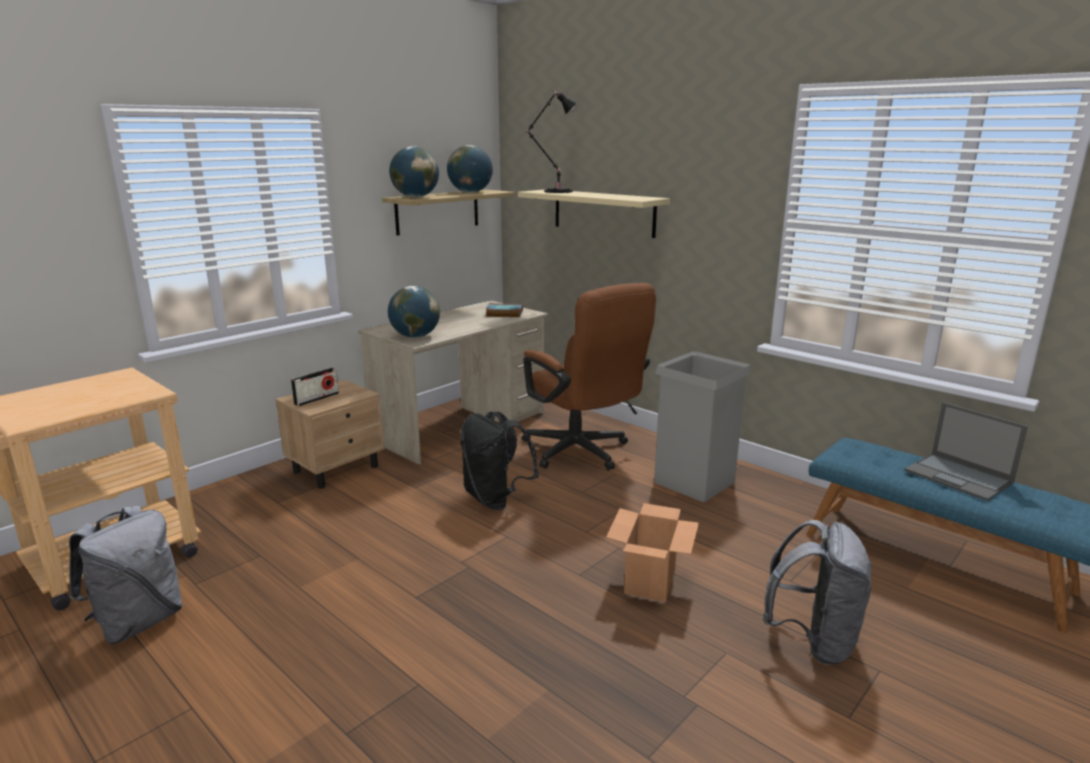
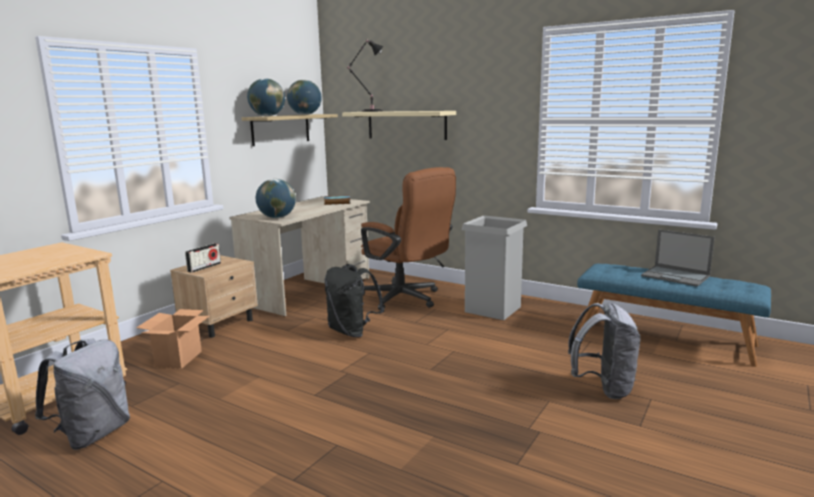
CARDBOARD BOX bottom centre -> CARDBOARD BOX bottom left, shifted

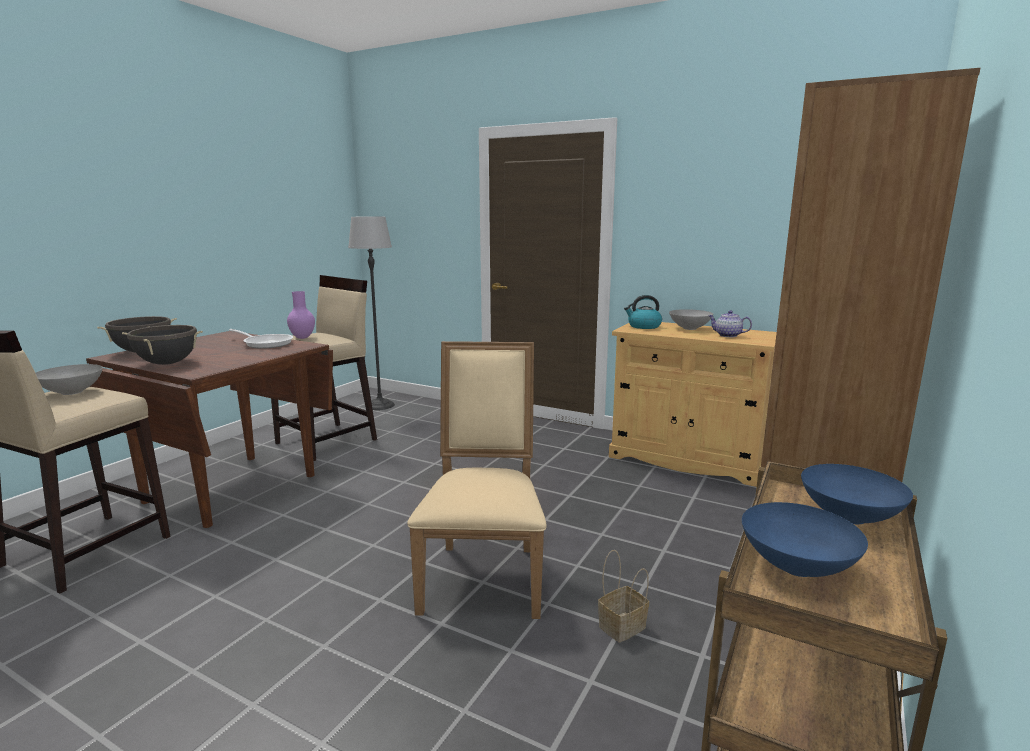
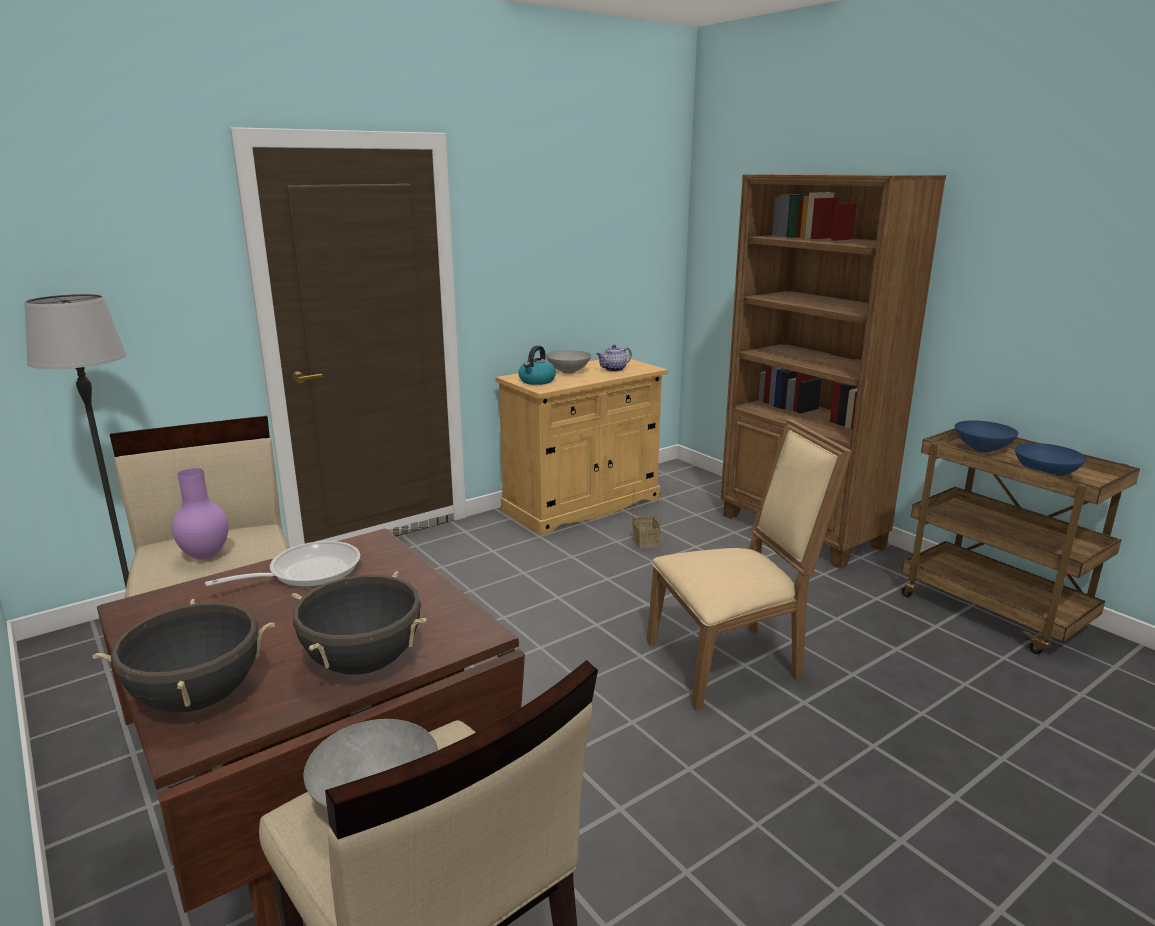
BEIGE CHAIR centre, 135 degrees clockwise
BASKET bottom centre -> BASKET centre, shifted

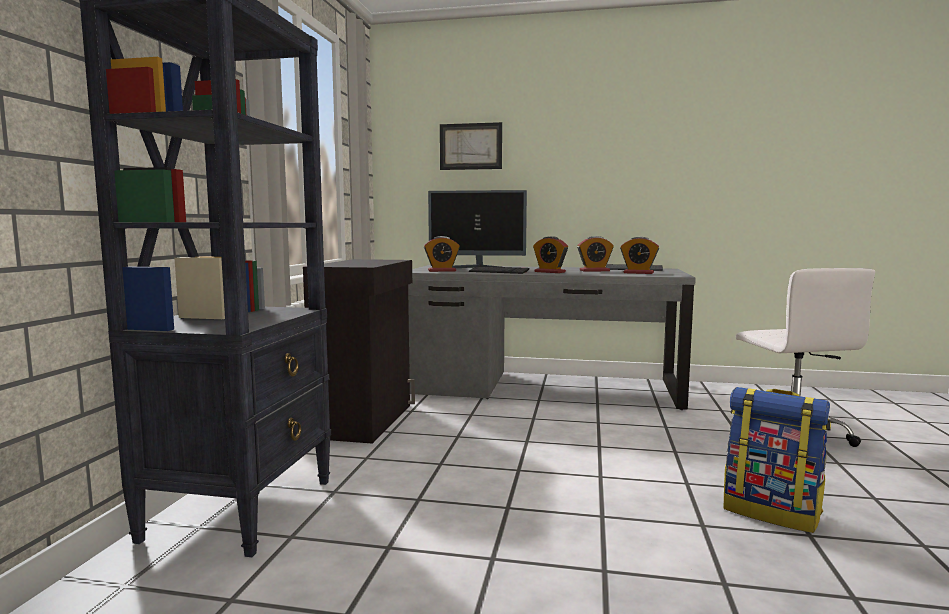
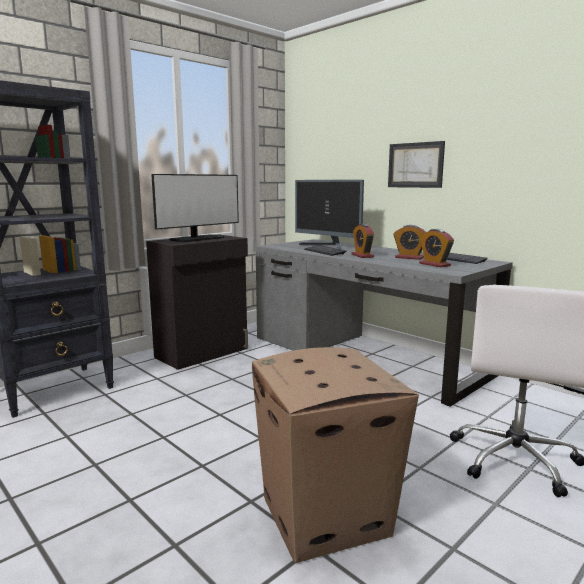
ALARM CLOCK (no. 1 from left) centre -> none
PICTURE top centre -> PICTURE top right, shifted
BACKPACK bottom right -> CARDBOARD BOX bottom centre
none -> MONITOR (no. 1 from left) centre

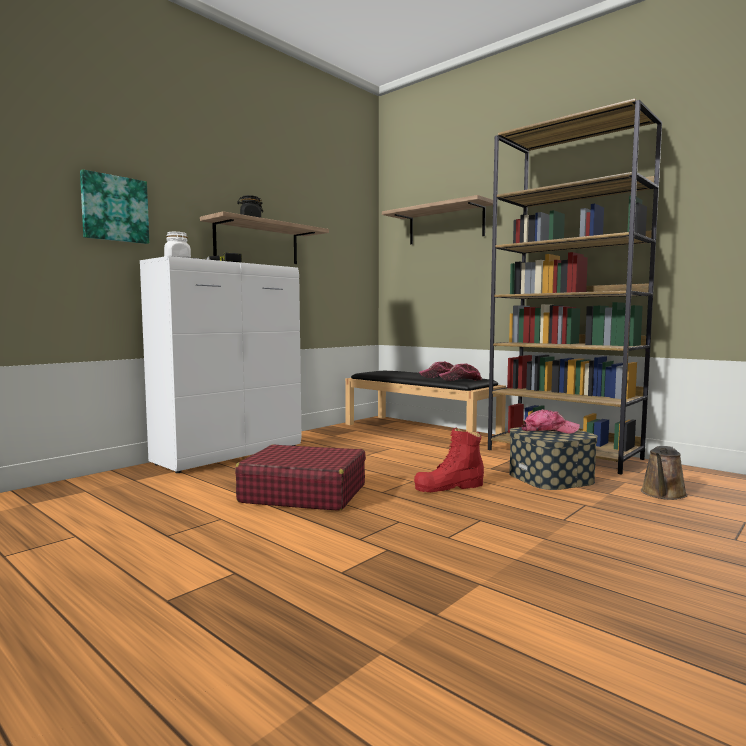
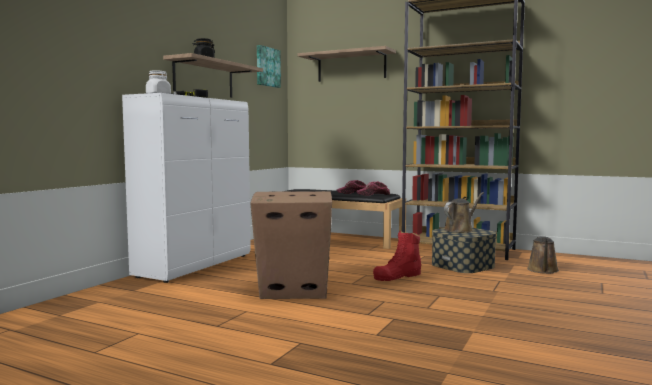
PICTURE top left -> PICTURE top centre, shifted
RED SUITCASE centre -> CARDBOARD BOX centre
CAP (no. 3 from left) middle right -> BROWN WATERING CAN (no. 1 from left) middle right

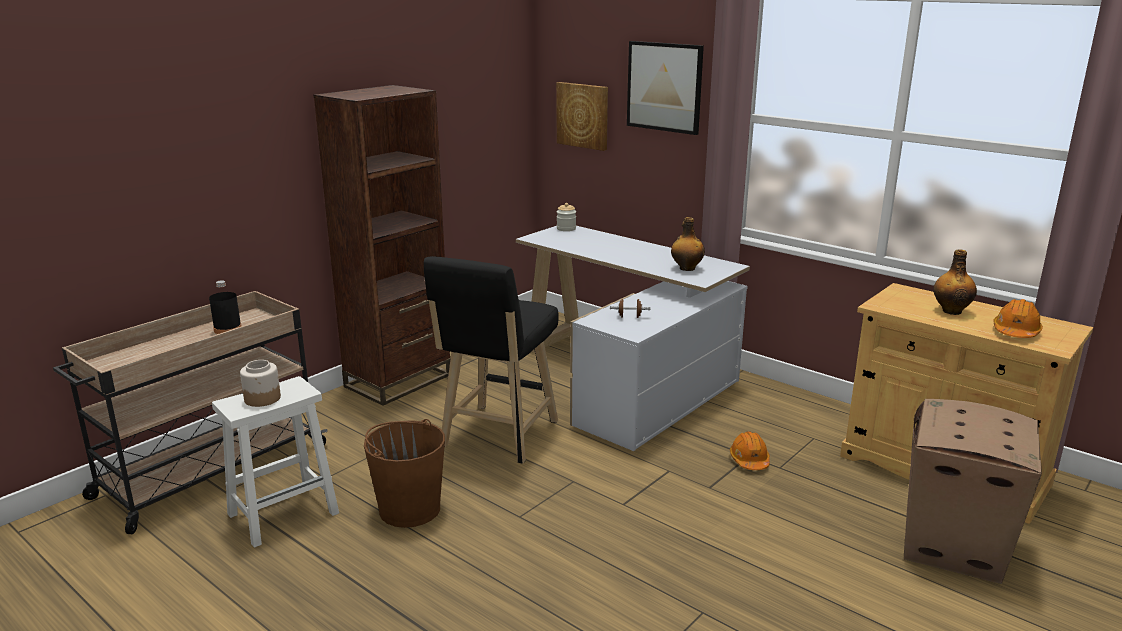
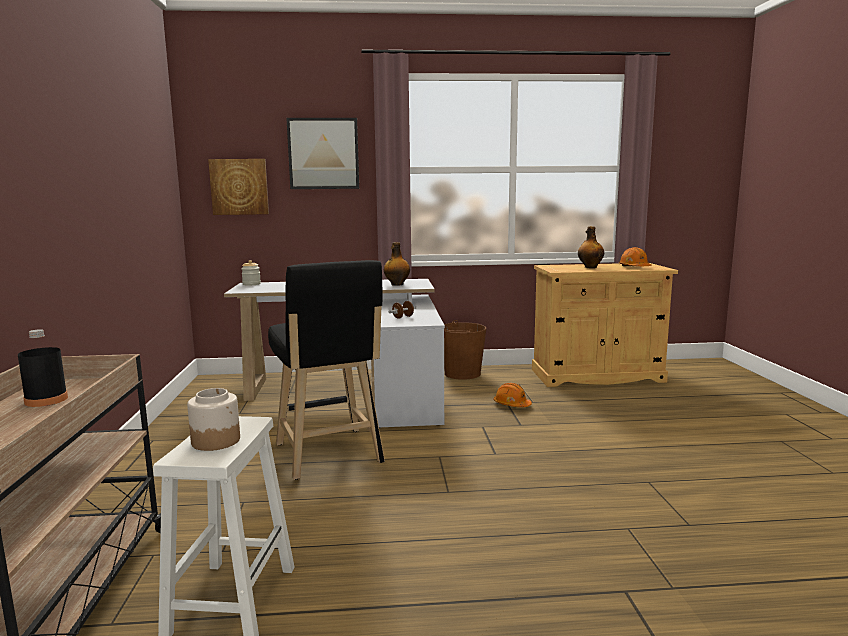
BROWN BOOKCASE centre -> none
BROWN BUCKET bottom centre -> BROWN BUCKET centre, shifted
CARDBOARD BOX bottom right -> none

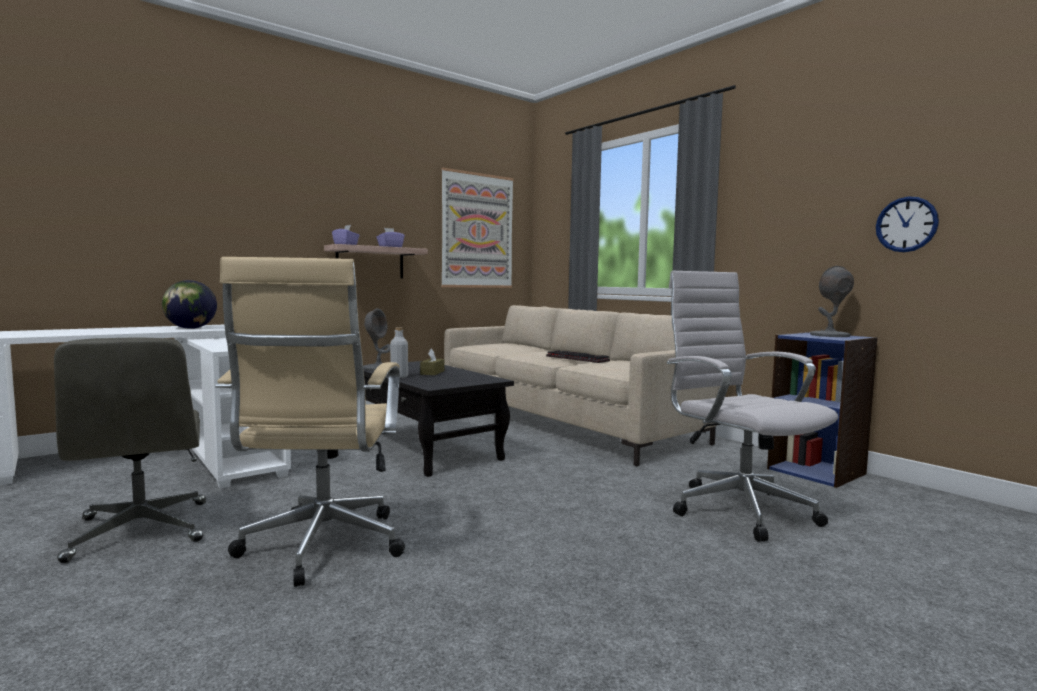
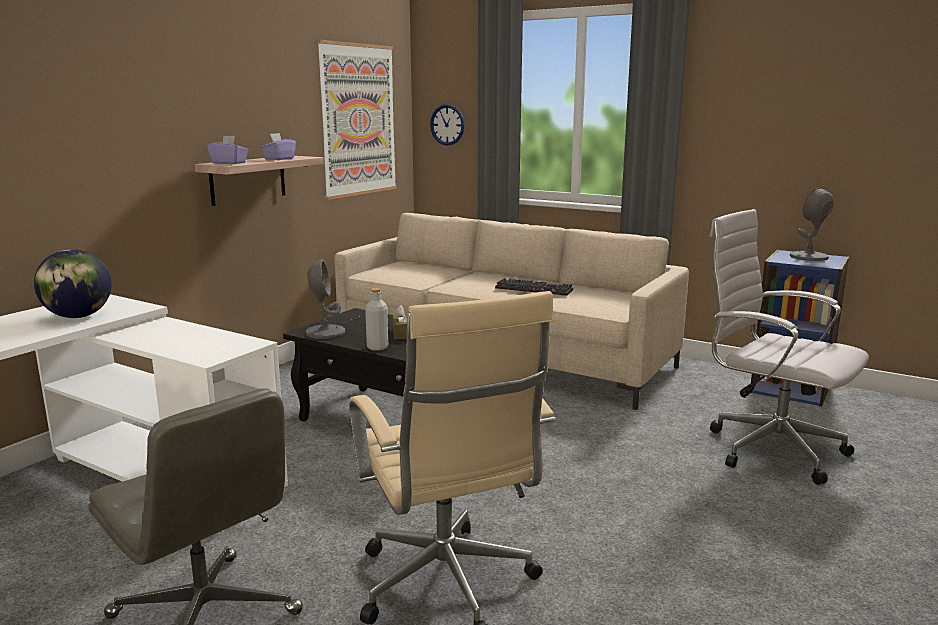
WALL CLOCK top right -> WALL CLOCK top centre, shifted

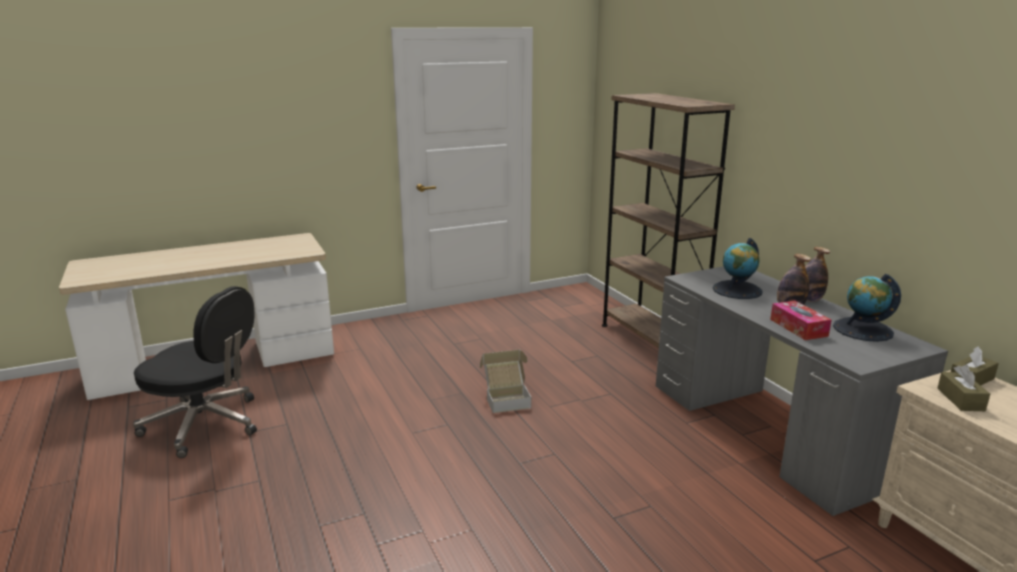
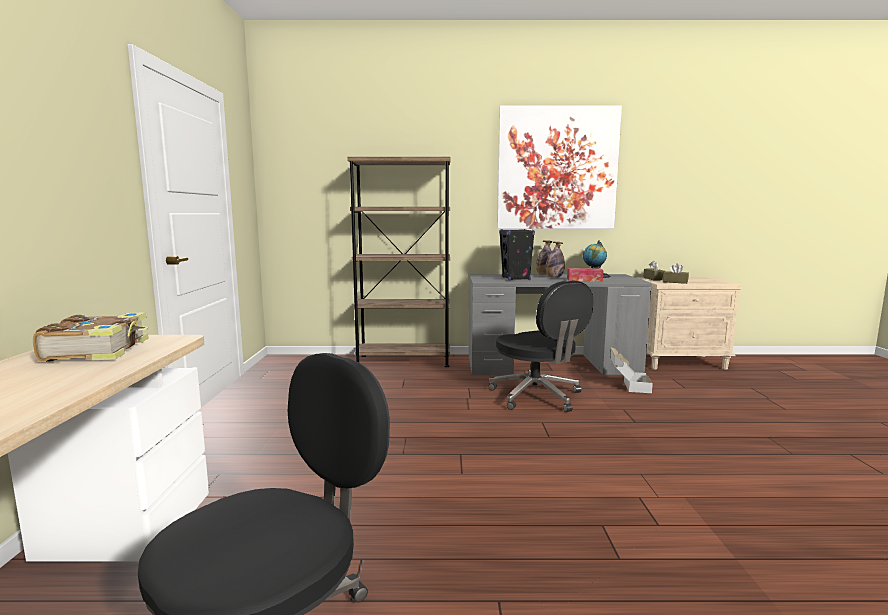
CARDBOARD BOX centre -> CARDBOARD BOX middle right, shifted
GLOBE (no. 1 from left) middle right -> BLACK SPEAKER centre
none -> BOOK middle left
none -> BLACK OFFICE CHAIR (no. 2 from left) centre
none -> PICTURE top centre

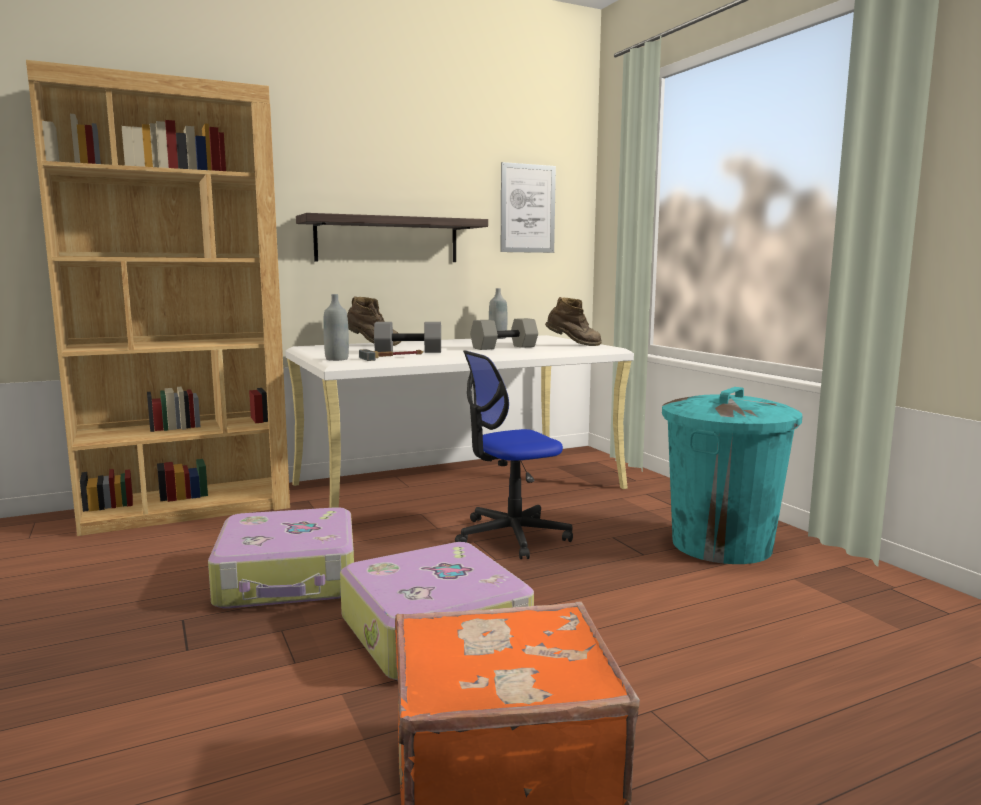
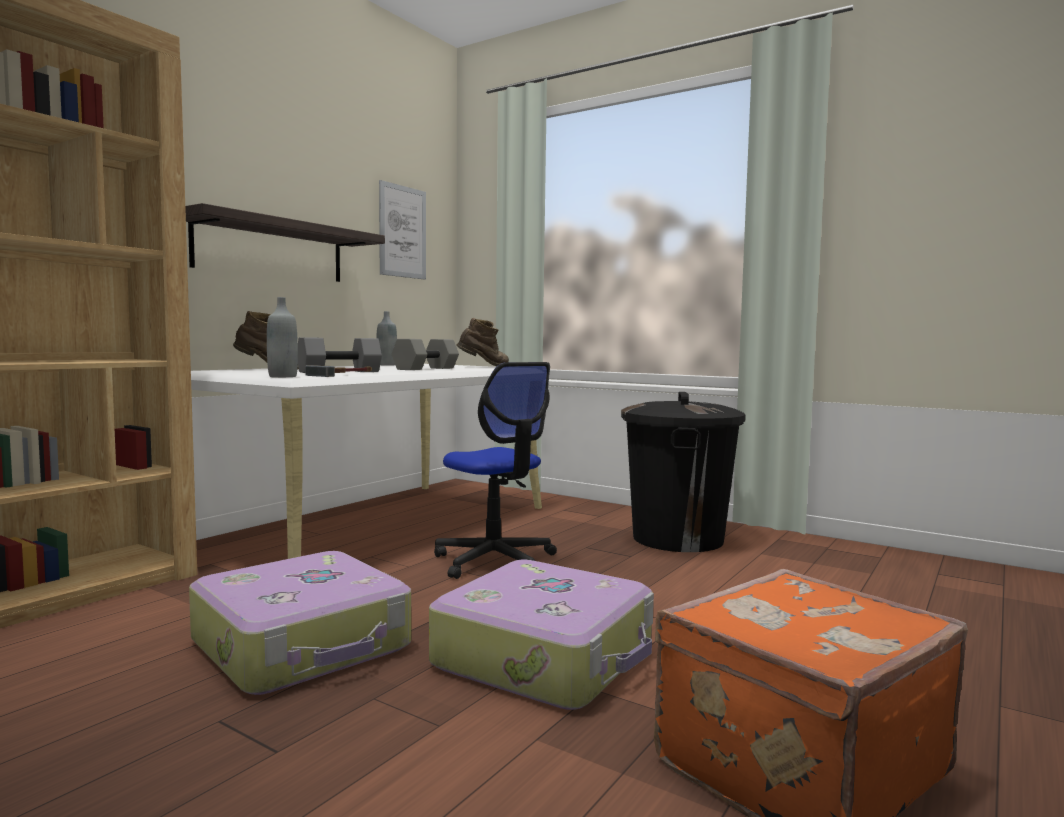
OFFICE CHAIR centre, 75 degrees counterclockwise
TURQUOISE TRASH CAN middle right -> BLACK TRASH CAN centre

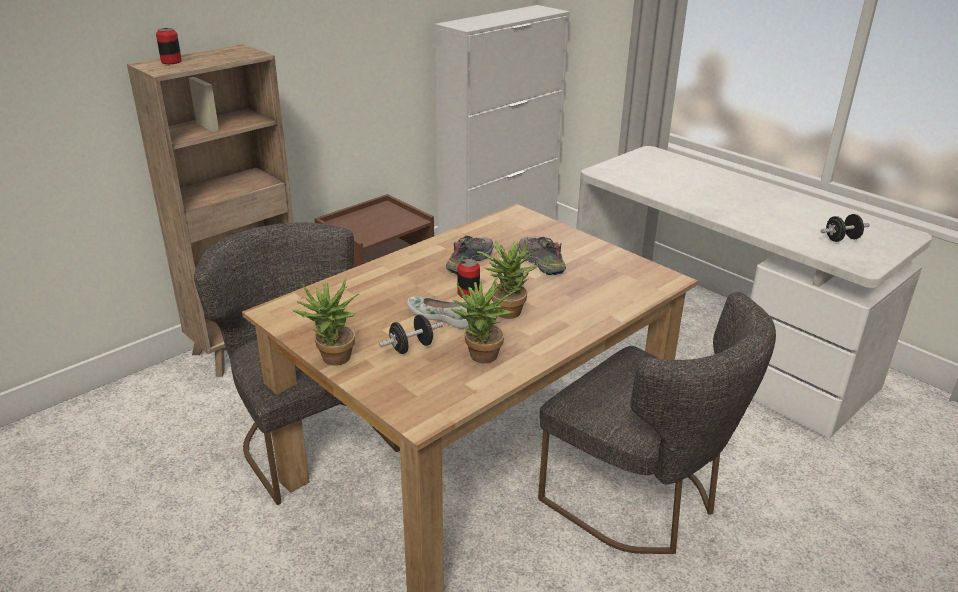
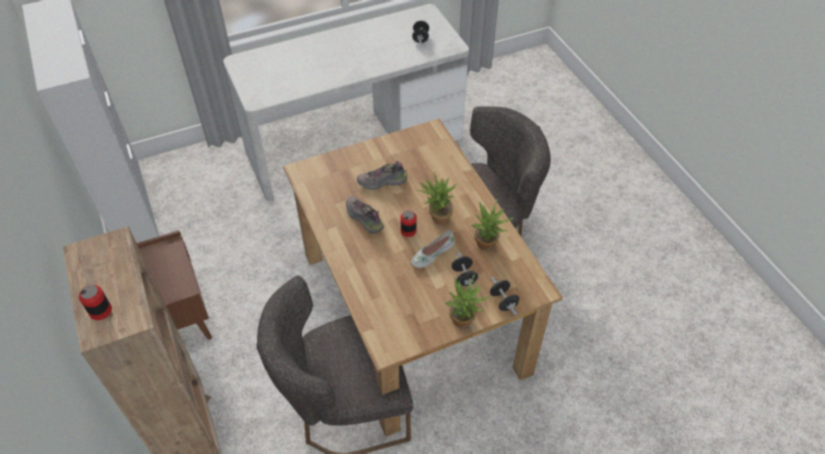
none -> BLACK DUMBBELL (no. 3 from left) centre

